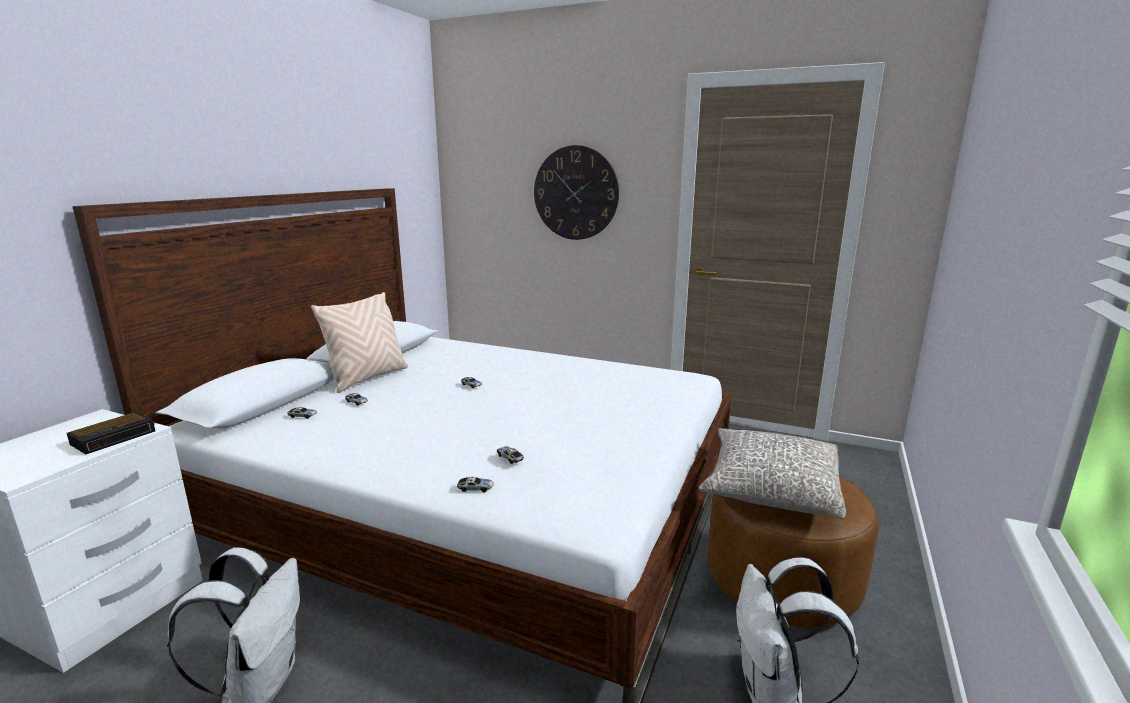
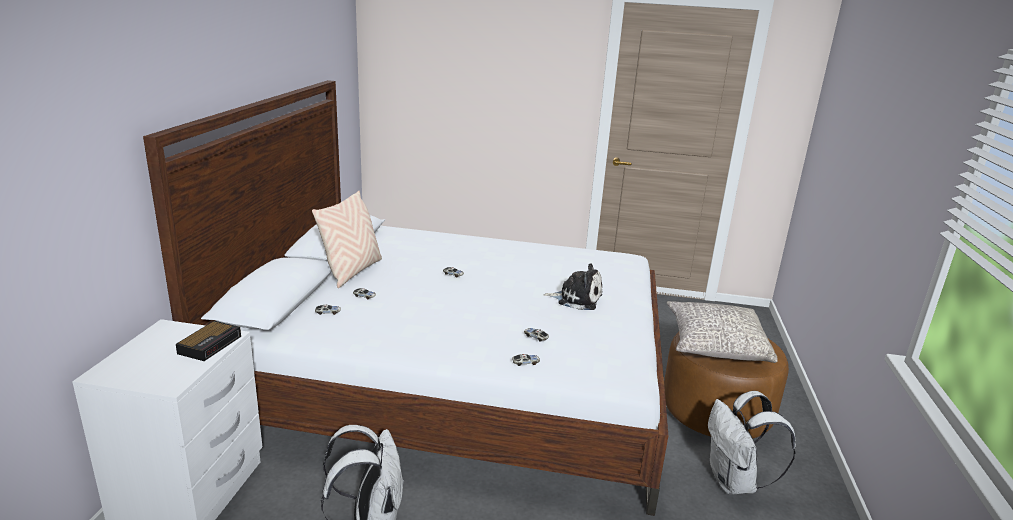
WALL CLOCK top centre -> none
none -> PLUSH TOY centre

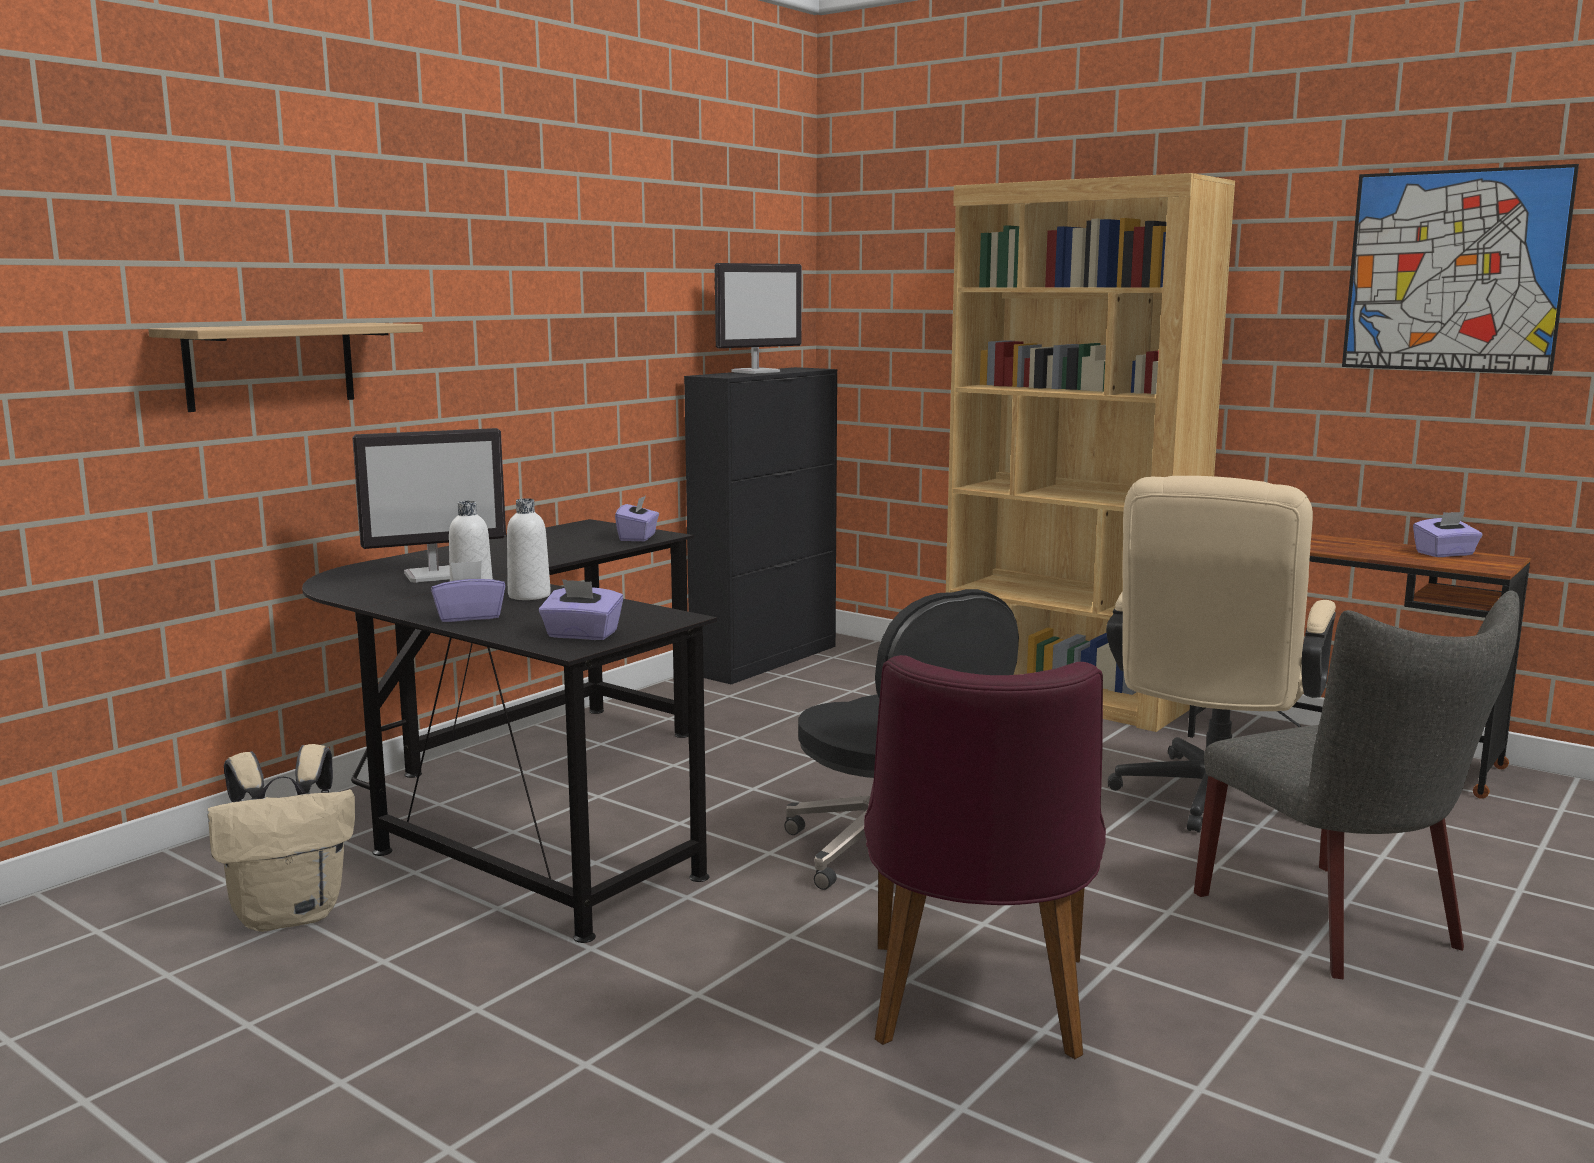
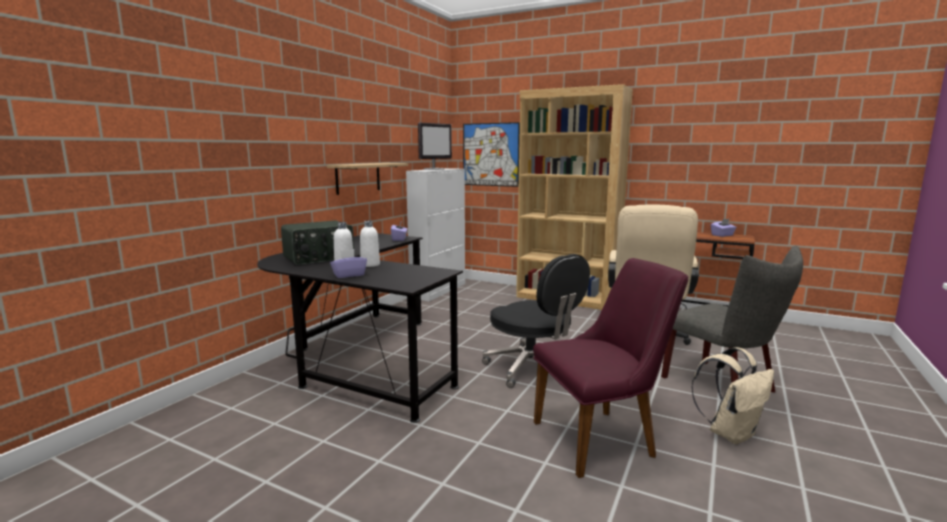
SHELF top left -> SHELF centre, shifted
BEIGE BACKPACK bottom left -> BEIGE BACKPACK bottom right, shifted
MONITOR (no. 1 from left) middle left -> RADIO centre
PURPLE TISSUE BOX (no. 2 from left) centre -> none
BLACK CABINET centre -> WHITE CABINET centre
PURPLE CHAIR bottom centre, 105 degrees counterclockwise
PICTURE top right -> PICTURE top centre, shifted

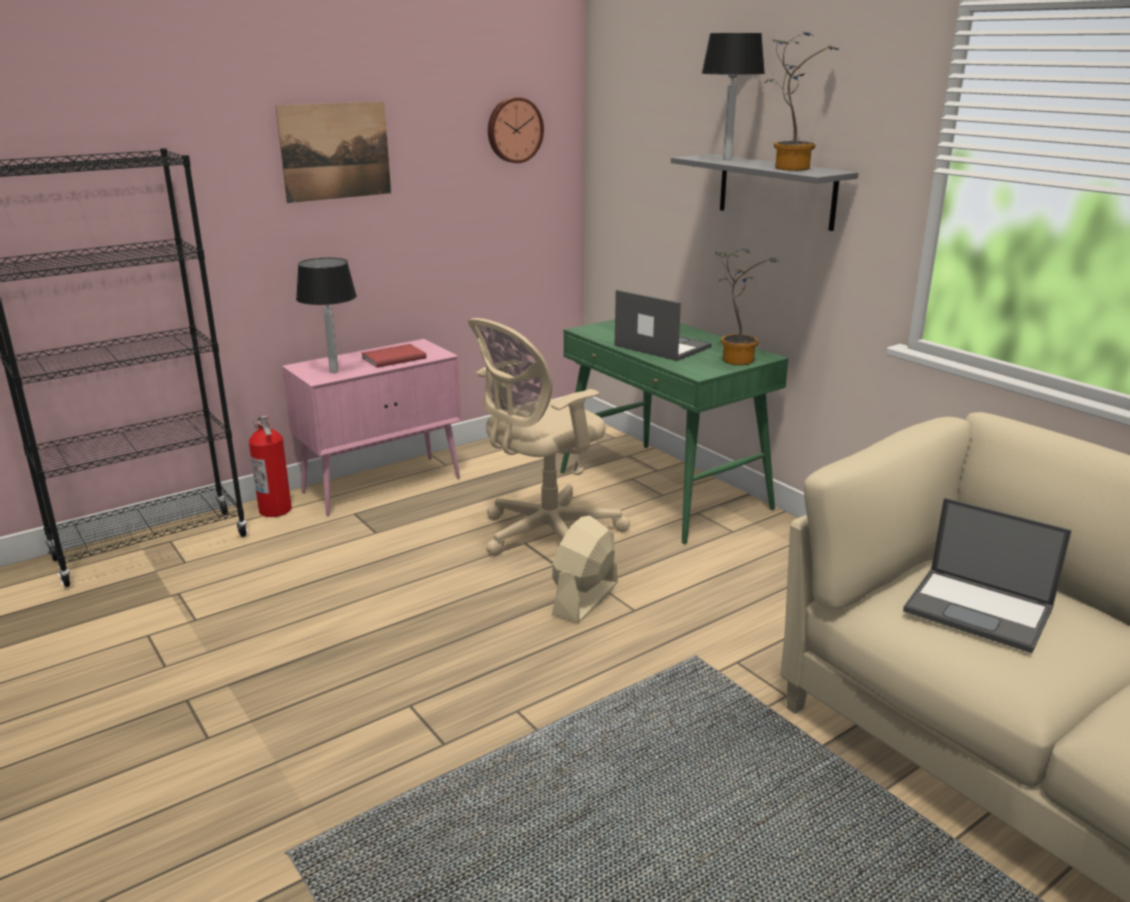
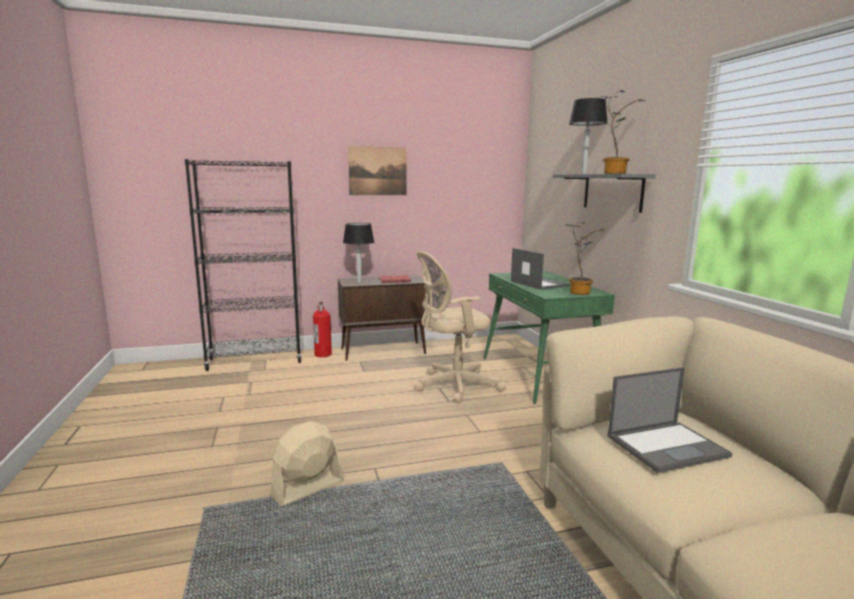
PINK CABINET middle left -> BROWN CABINET centre
WALL CLOCK top centre -> none
BEIGE FAN centre -> BEIGE FAN bottom centre, shifted
LAPTOP (no. 2 from left) middle right -> LAPTOP (no. 2 from left) bottom right, 75 degrees counterclockwise

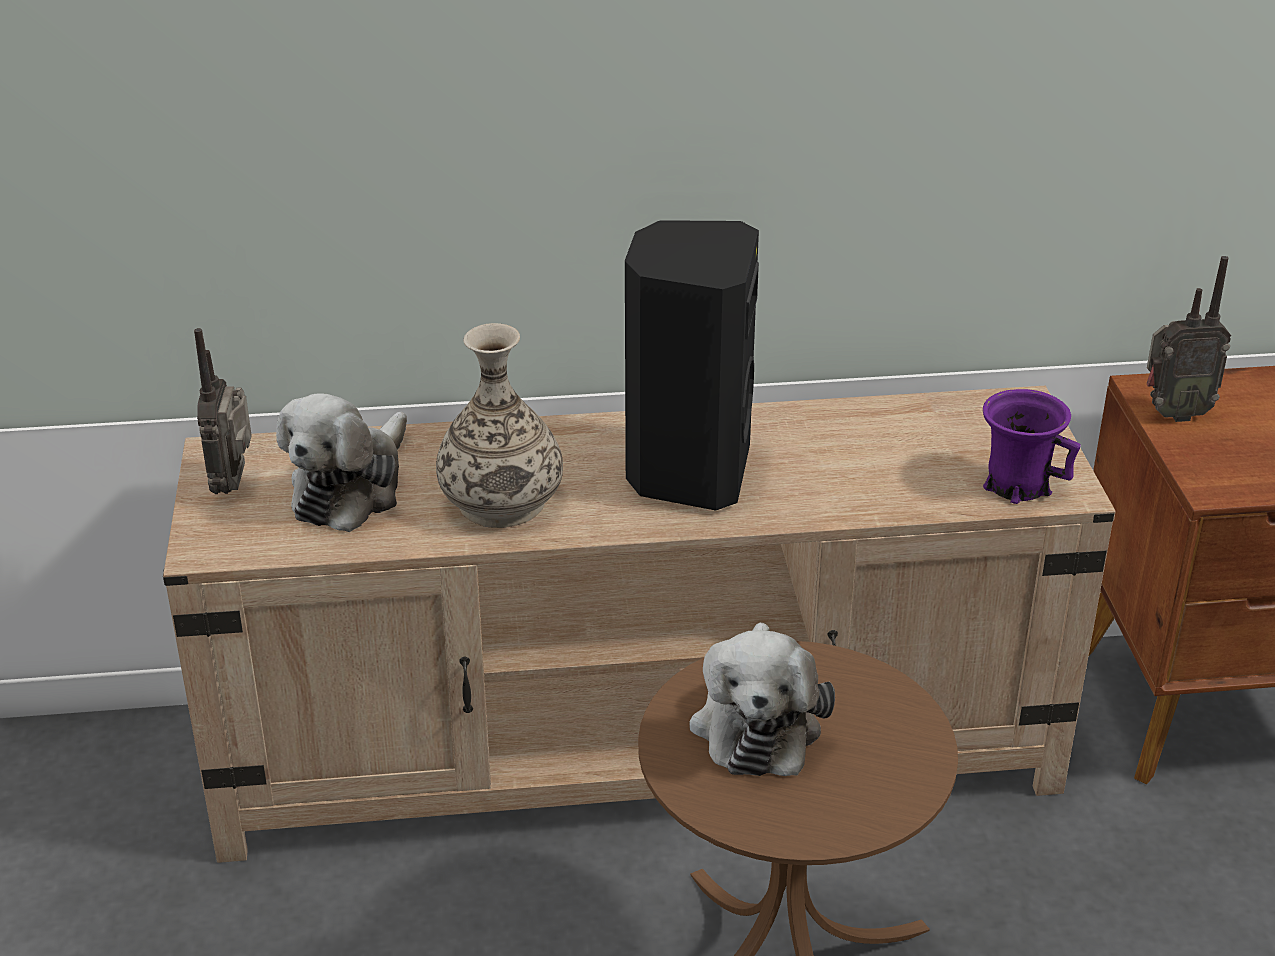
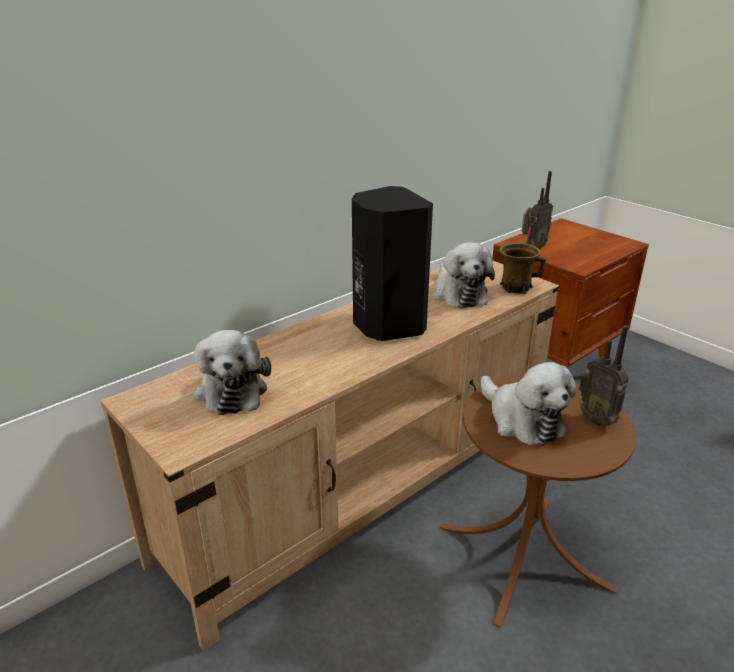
RADIO (no. 1 from left in the first image) middle left -> RADIO (no. 2 from left) middle right, shifted
VASE centre -> none
PURPLE MUG middle right -> BROWN MUG middle right
none -> PLUSH TOY (no. 2 from left) centre

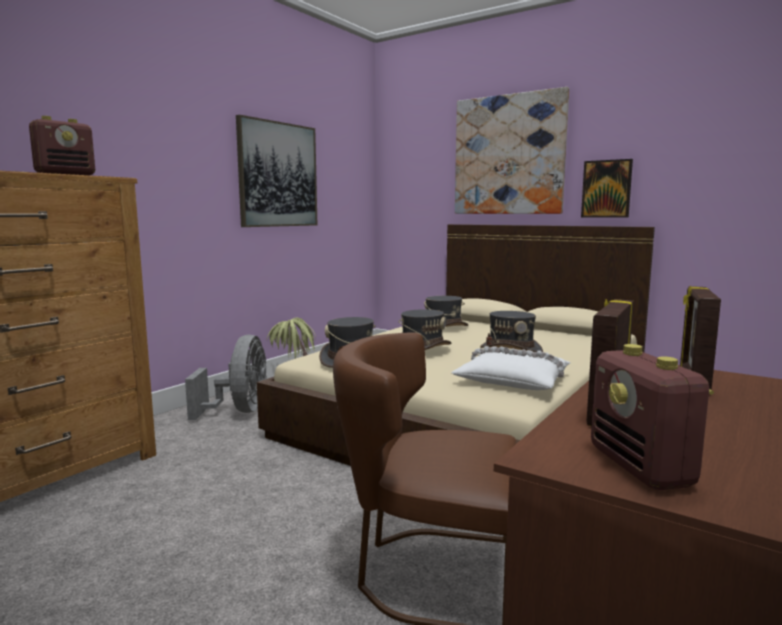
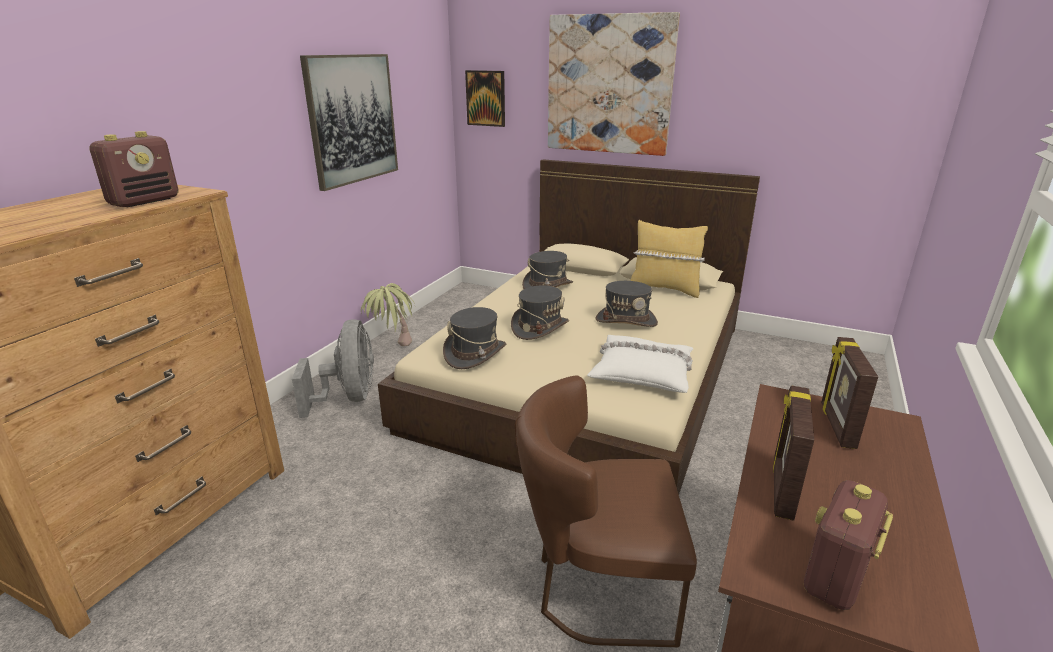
PICTURE (no. 3 from left in the first image) top right -> PICTURE (no. 2 from left) top centre, shifted
RADIO (no. 2 from left) bottom right, 60 degrees clockwise
none -> YELLOW PILLOW centre

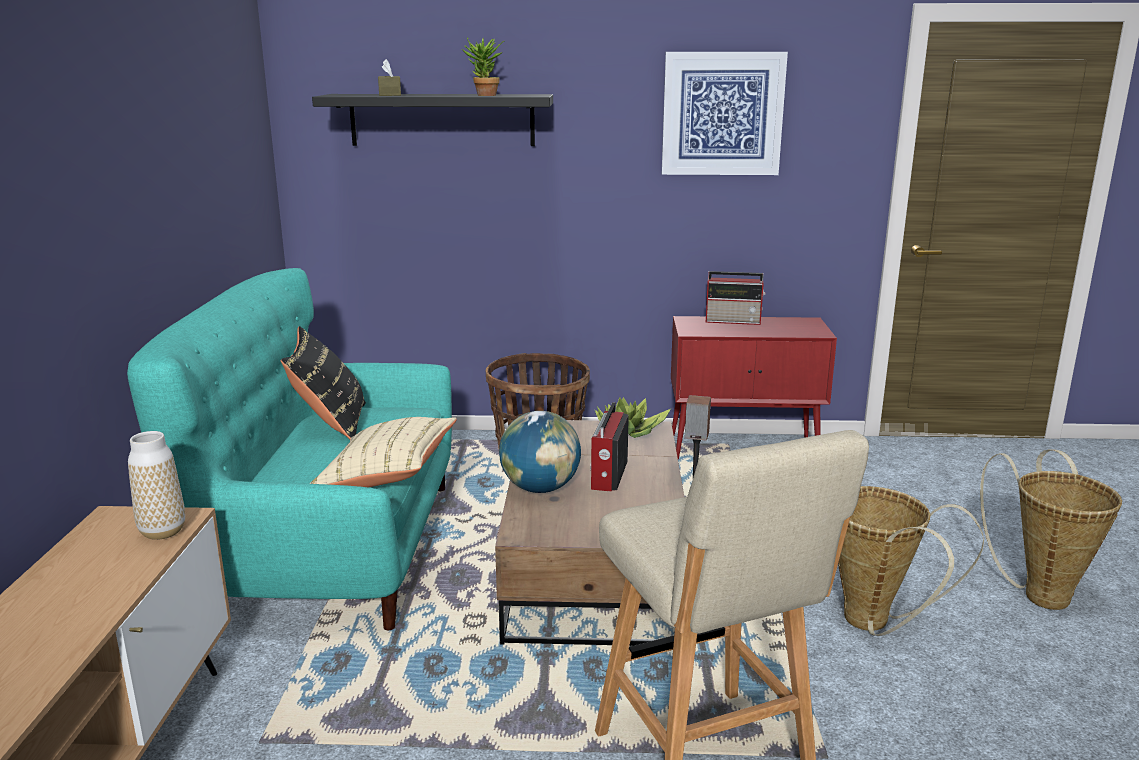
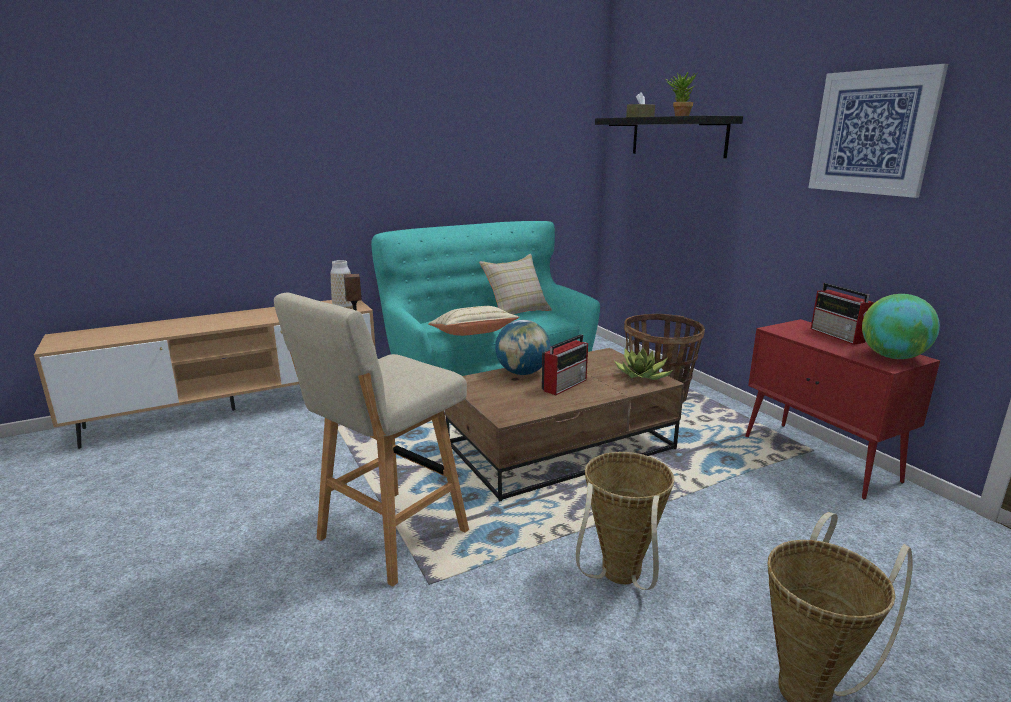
BLACK PILLOW middle left -> BEIGE PILLOW (no. 2 from left) centre
RADIO (no. 1 from left) centre, 150 degrees clockwise
none -> GLOBE (no. 2 from left) middle right

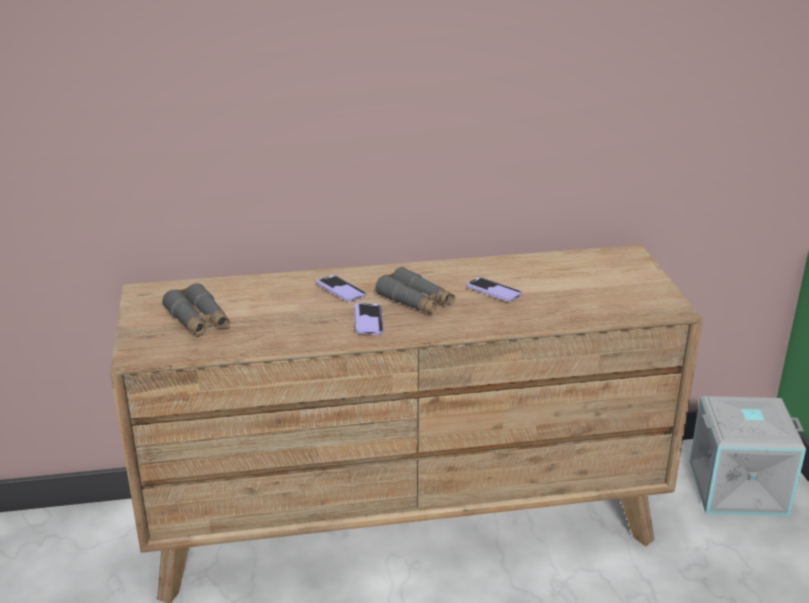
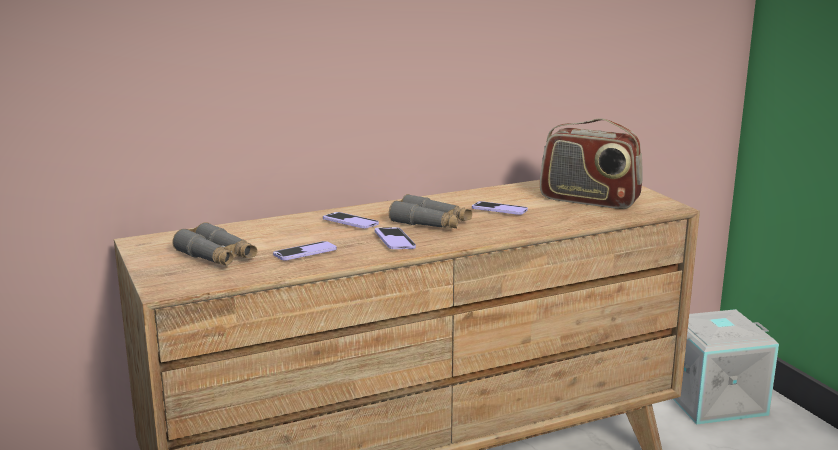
none -> PHONE (no. 1 from left) centre
none -> RADIO middle right

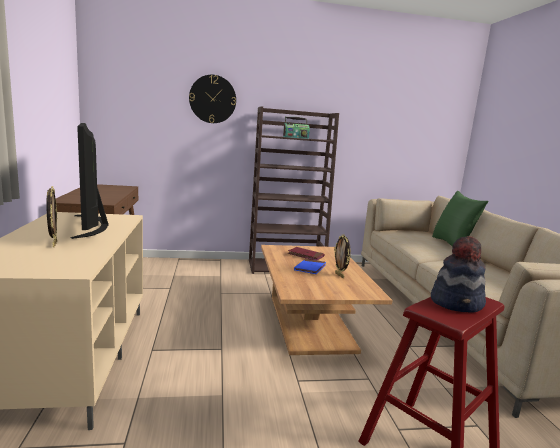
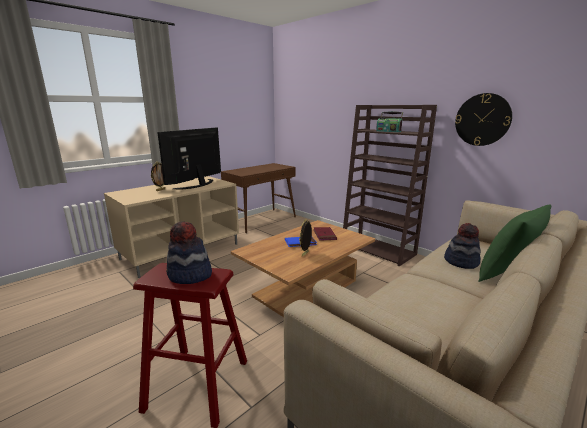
WALL CLOCK top centre -> WALL CLOCK top right, shifted
none -> HAT (no. 2 from left) middle right

